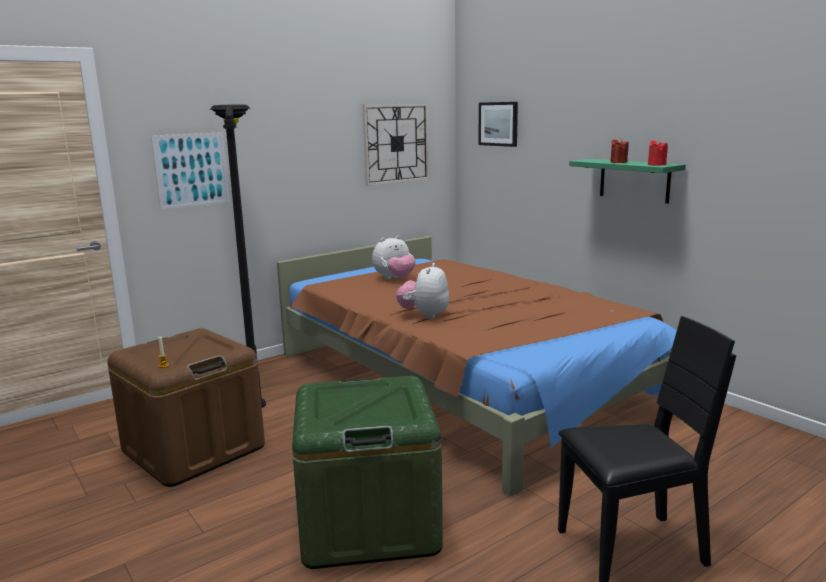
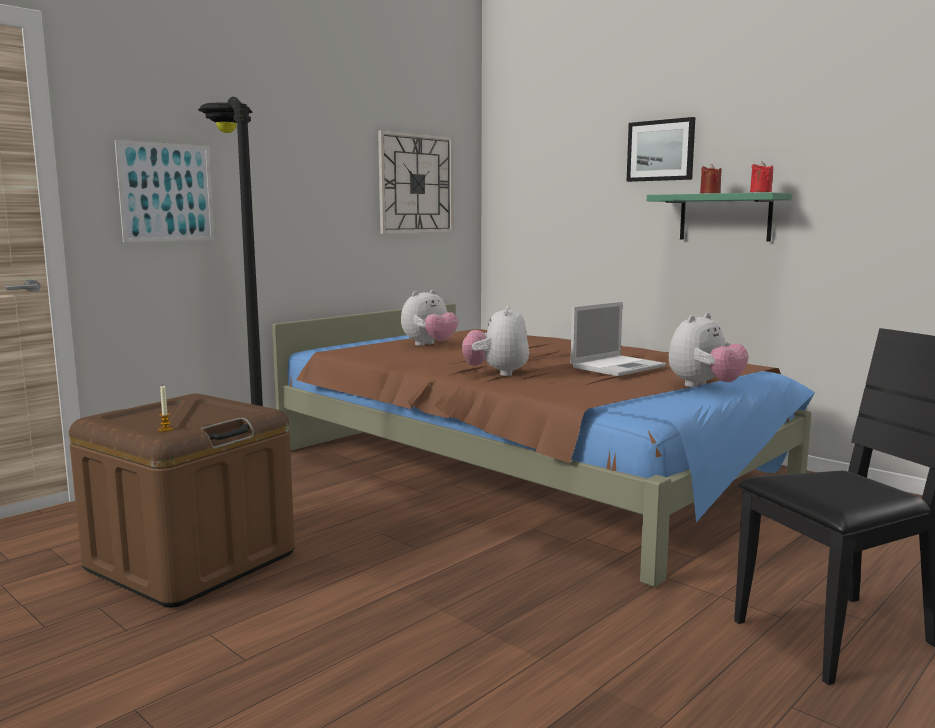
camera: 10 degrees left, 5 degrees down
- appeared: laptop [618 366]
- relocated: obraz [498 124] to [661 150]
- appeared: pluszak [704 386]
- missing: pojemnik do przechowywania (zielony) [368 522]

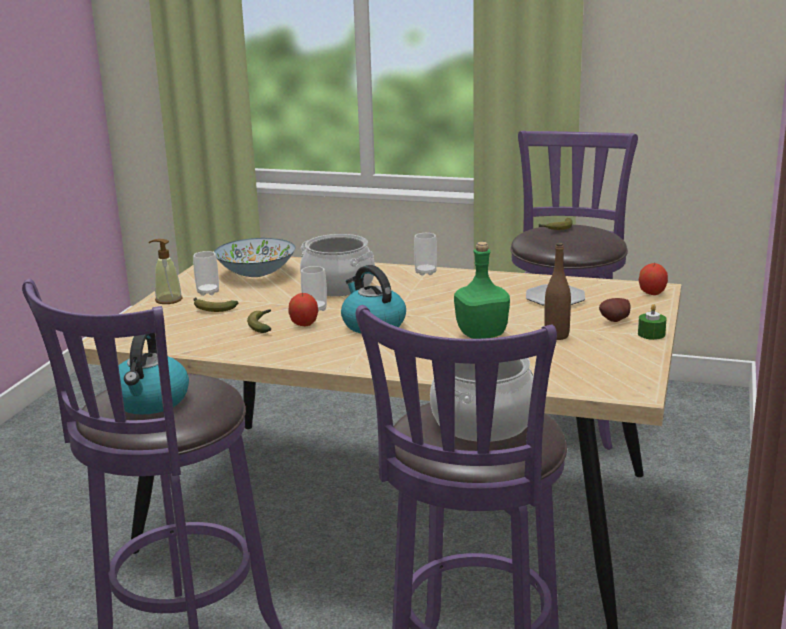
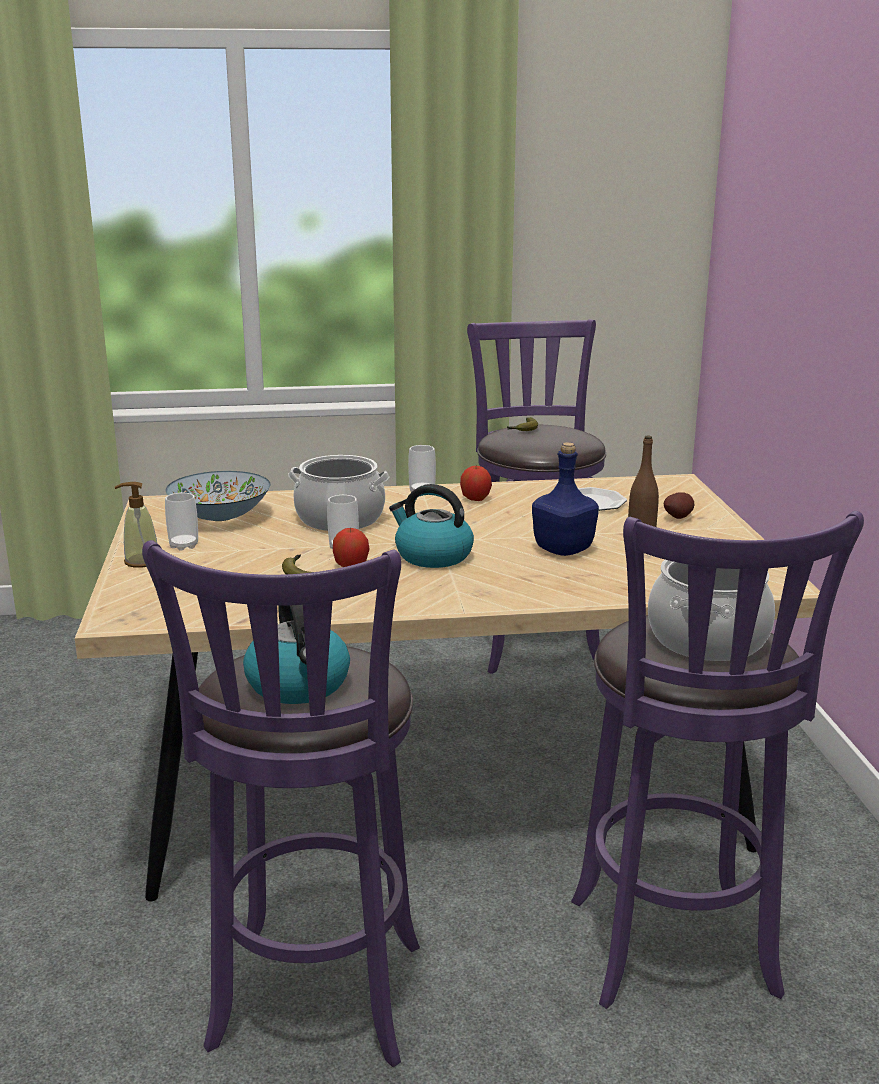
camera: 25 degrees left, 0 degrees up
- relocated: jabłko [652 293] to [475 499]
- colour: butelka (zielony) [480 334] to butelka (niebieski) [562 550]
- missing: banan [212 308]
- missing: świeca (zielony) [651 334]

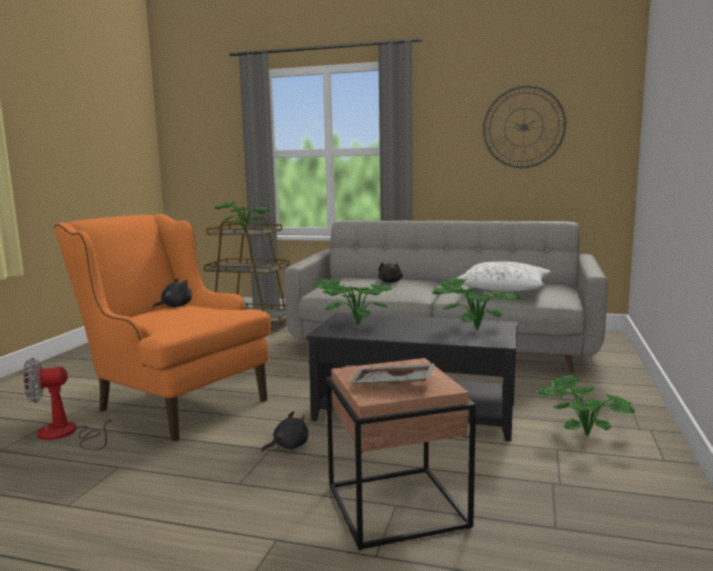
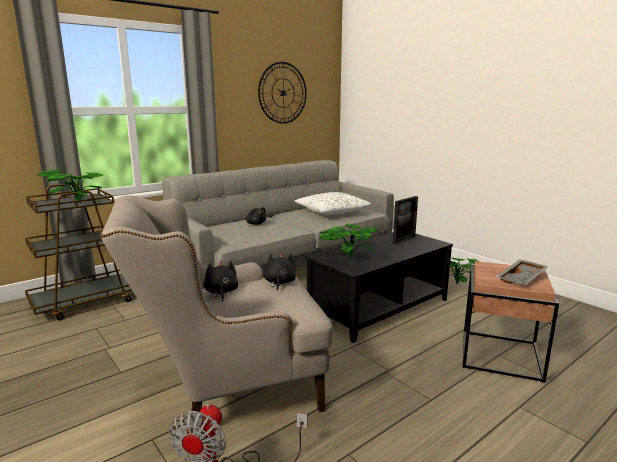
camera: 55 degrees left, 5 degrees up
- colour: fotel (pomarańczowy) [173 401] to fotel (beżowy) [228 390]
- relocated: pluszak (czarny) [288 446] to [279 283]
- exchanged: roślina doniczkowa [473 329] to ramka na zdjęcie [404 240]

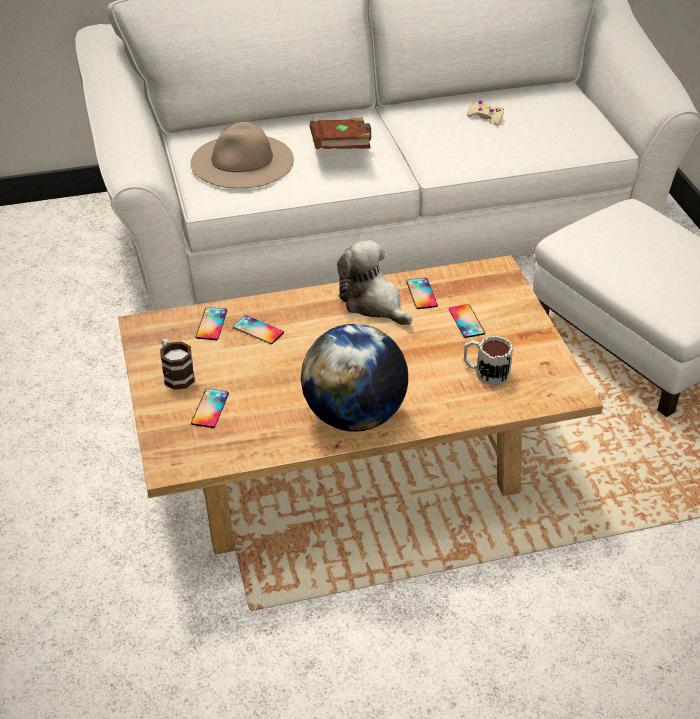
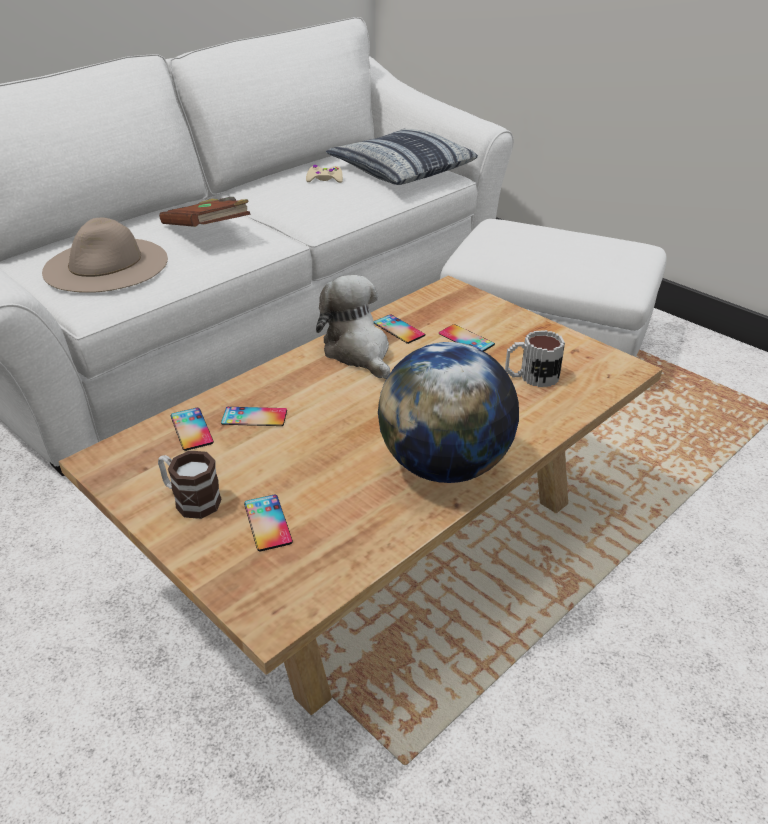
camera: 30 degrees left, 5 degrees down
- spun: pluszak [373 303] = [358 352] 45 degrees clockwise
- appeared: poduszka [401 170]

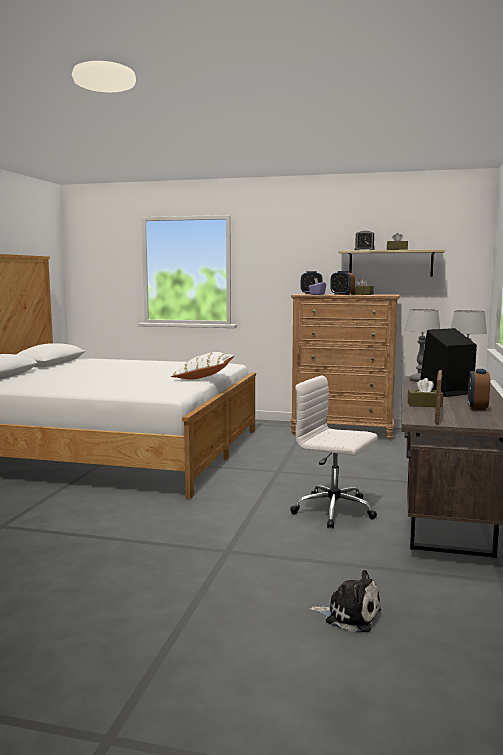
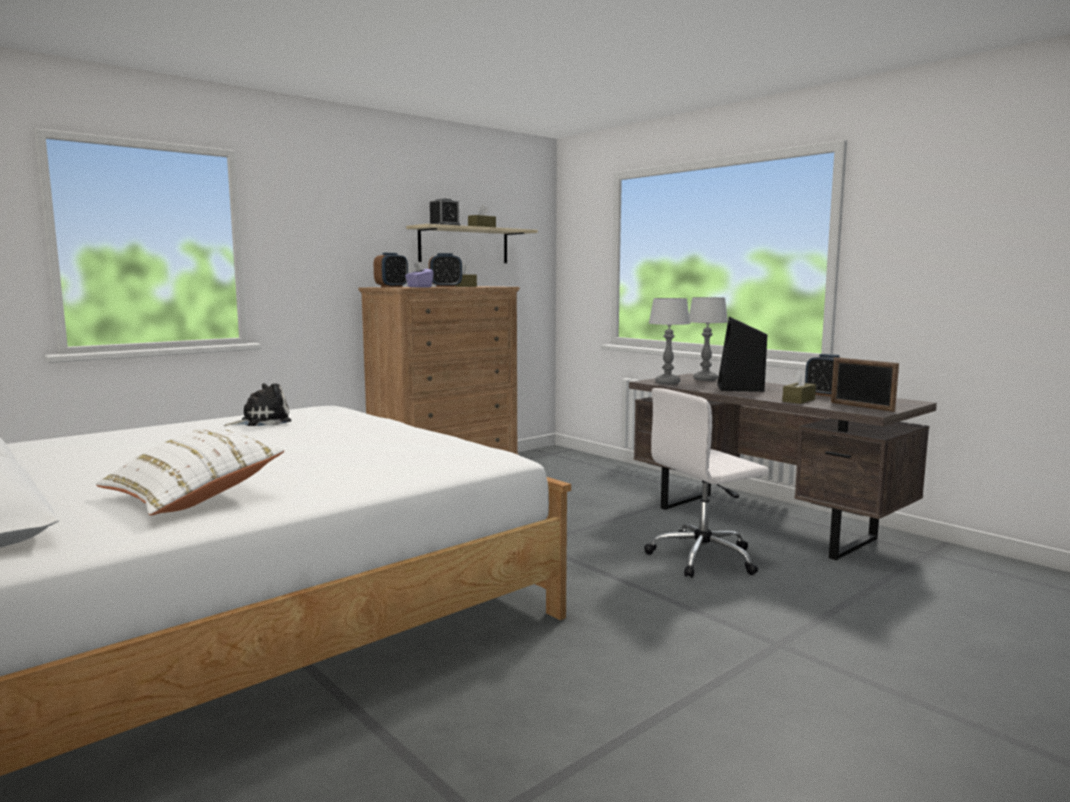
camera: 55 degrees left, 0 degrees up
- relocated: poduszka (biały) [203 377] to [193 496]
- relocated: pluszak [349 615] to [262 421]

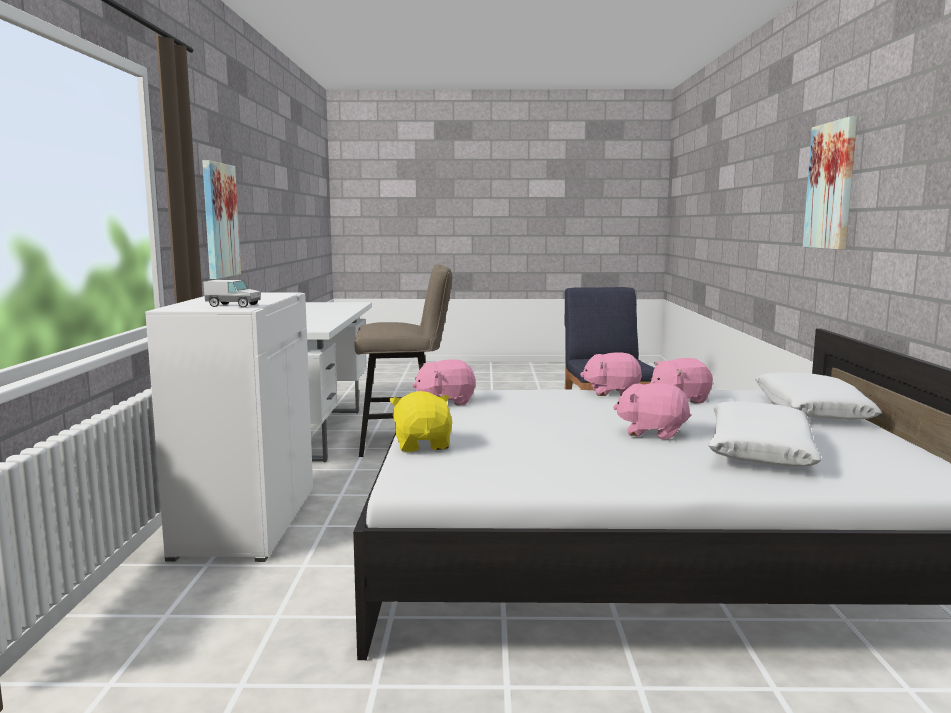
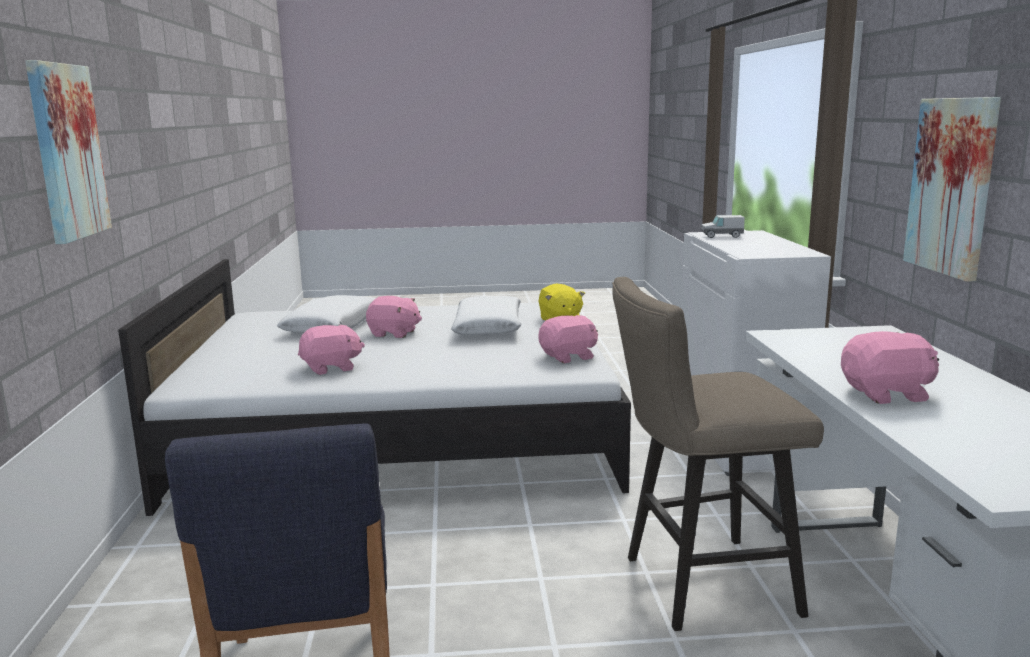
camera: 175 degrees right, 5 degrees up
- relocated: poduszka (biały) [810 410] to [488 327]
- relocated: pluszak (różowy) [612 392] to [887 394]

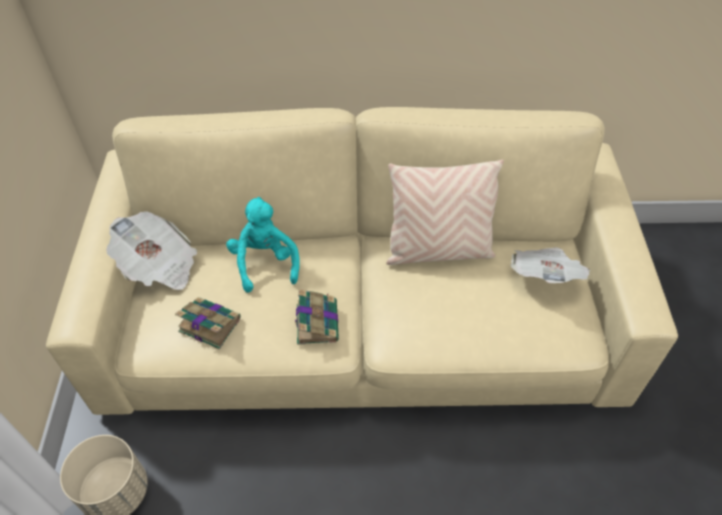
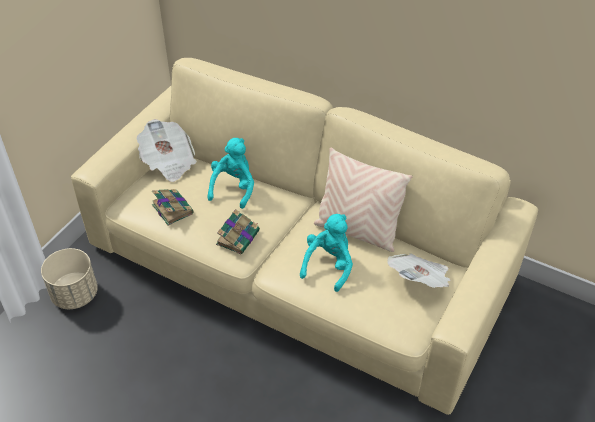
camera: 30 degrees right, 5 degrees down
- appeared: pluszak (turkusowy) [329 265]

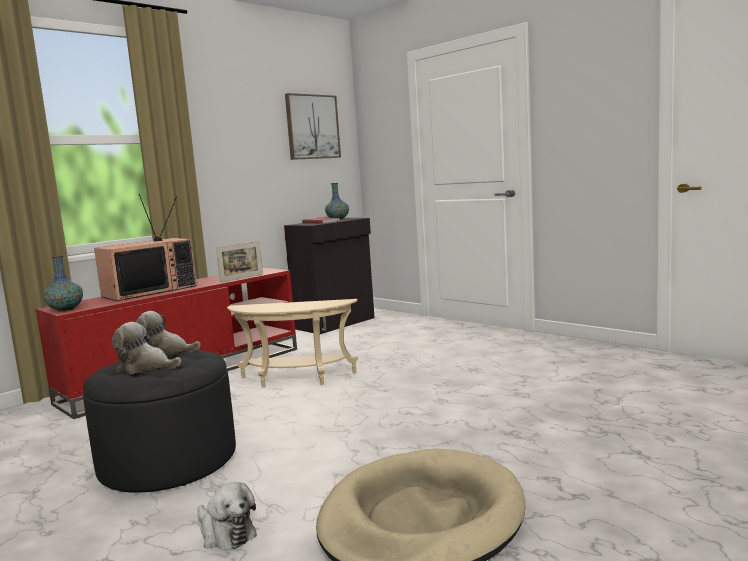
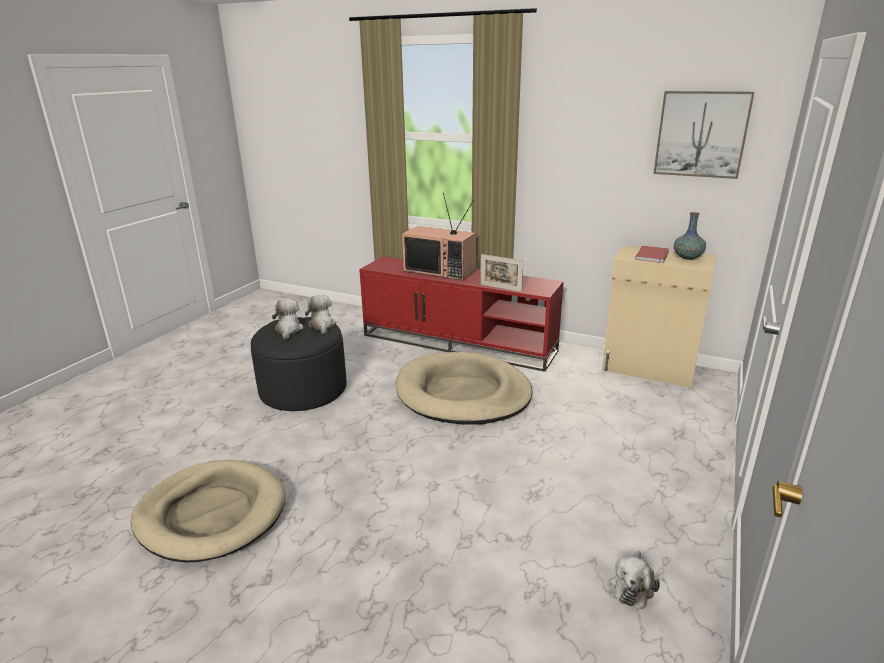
camera: 70 degrees right, 15 degrees up
- exchanged: stolik (beżowy) [296 379] to legowisko (beżowy) [463 393]
- colour: szafka (czarny) [336 323] to szafka (beżowy) [648 369]
- relocated: pluszak [225 533] to [632 586]
- missing: wazon [65 309]

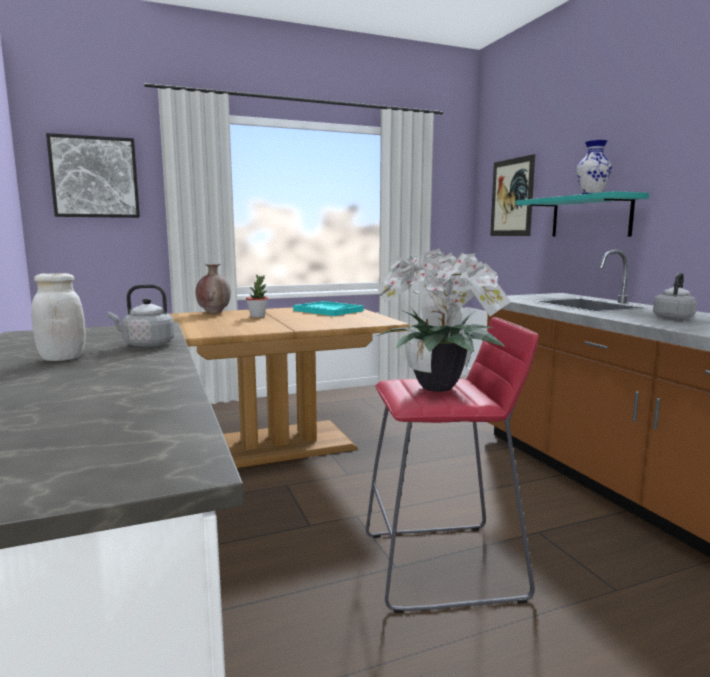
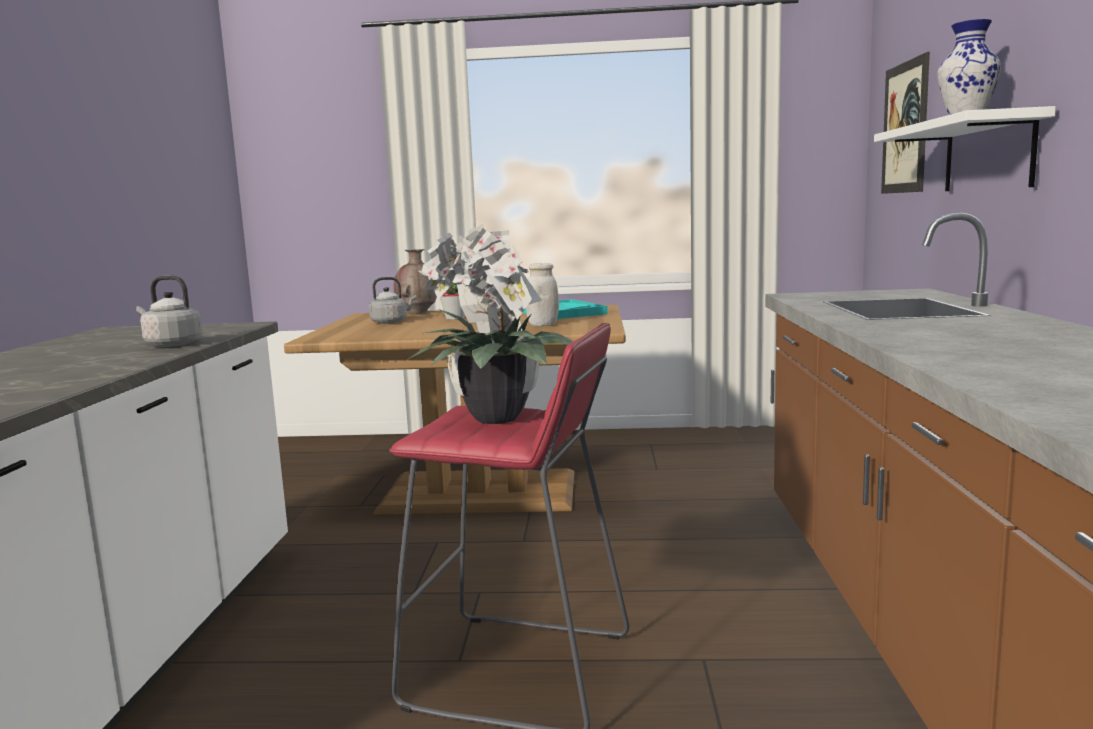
camera: 25 degrees right, 0 degrees up
- relocated: czajnik (szary) [673 318] to [391 322]
- relocated: słoik (biały) [62 358] to [543 325]
- colour: półka (turkusowy) [590 217] to półka (biały) [988 155]
- missing: obraz [95 177]

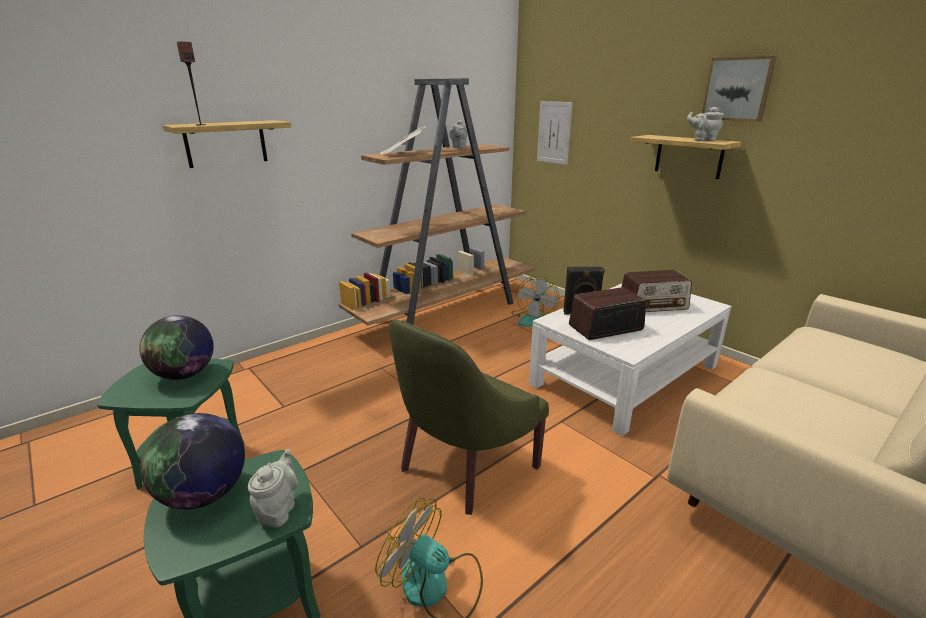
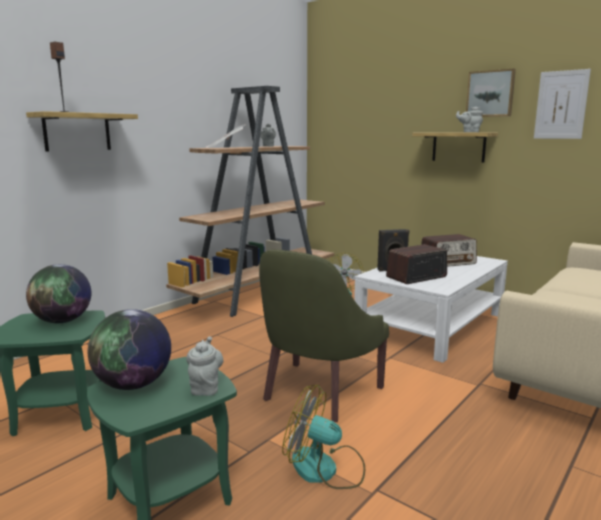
camera: 10 degrees left, 10 degrees down
- relocated: obraz [554 132] to [561 105]

